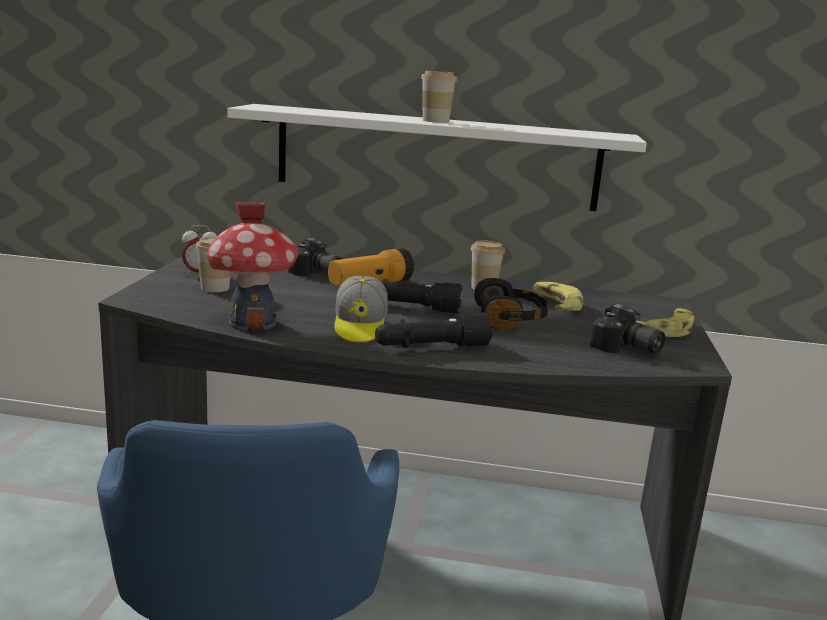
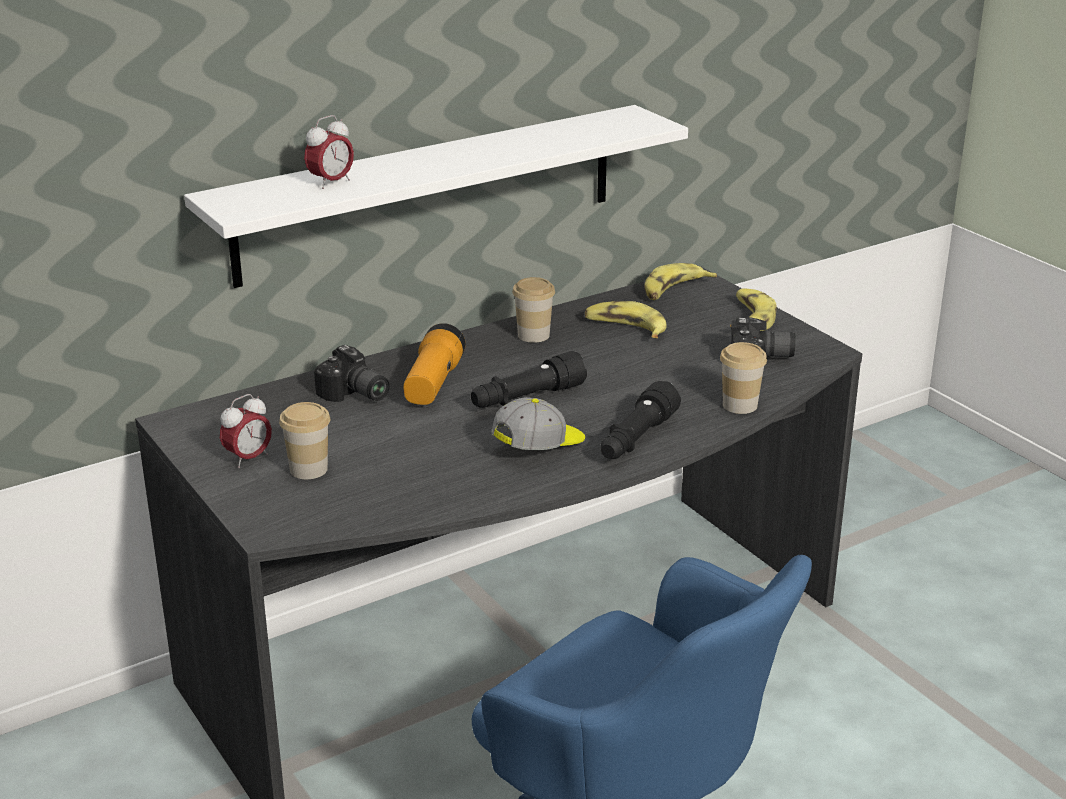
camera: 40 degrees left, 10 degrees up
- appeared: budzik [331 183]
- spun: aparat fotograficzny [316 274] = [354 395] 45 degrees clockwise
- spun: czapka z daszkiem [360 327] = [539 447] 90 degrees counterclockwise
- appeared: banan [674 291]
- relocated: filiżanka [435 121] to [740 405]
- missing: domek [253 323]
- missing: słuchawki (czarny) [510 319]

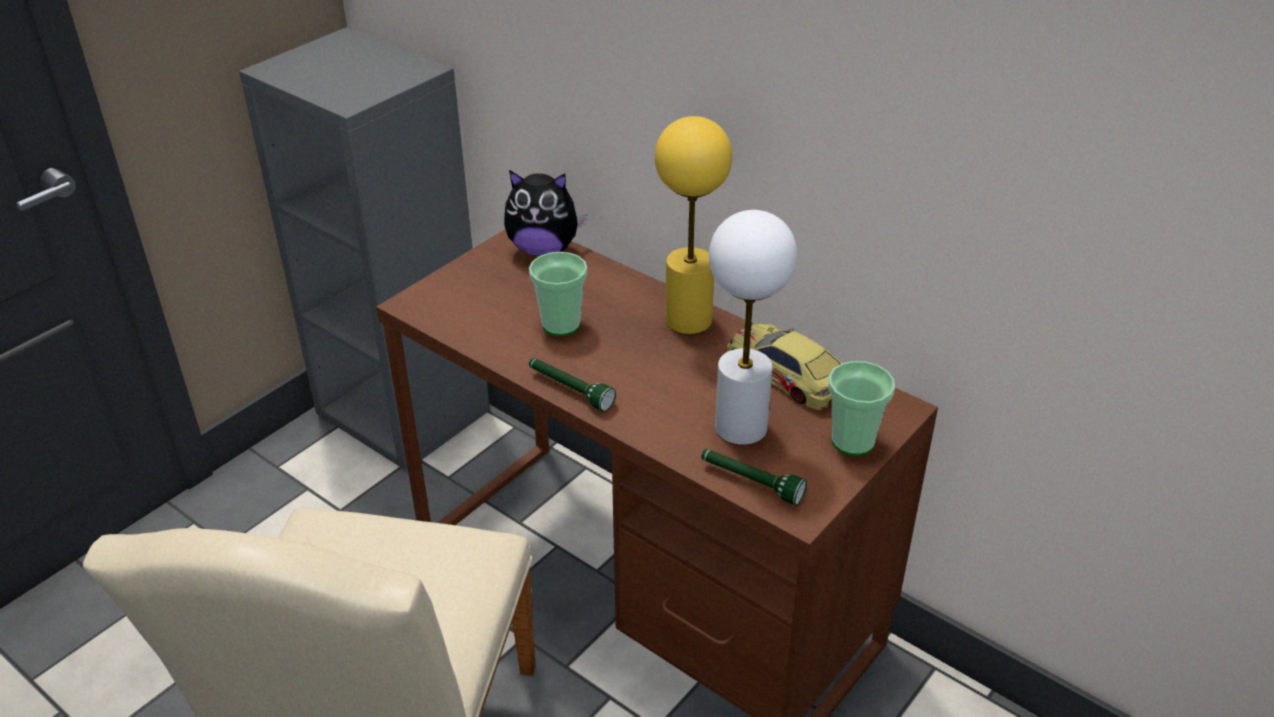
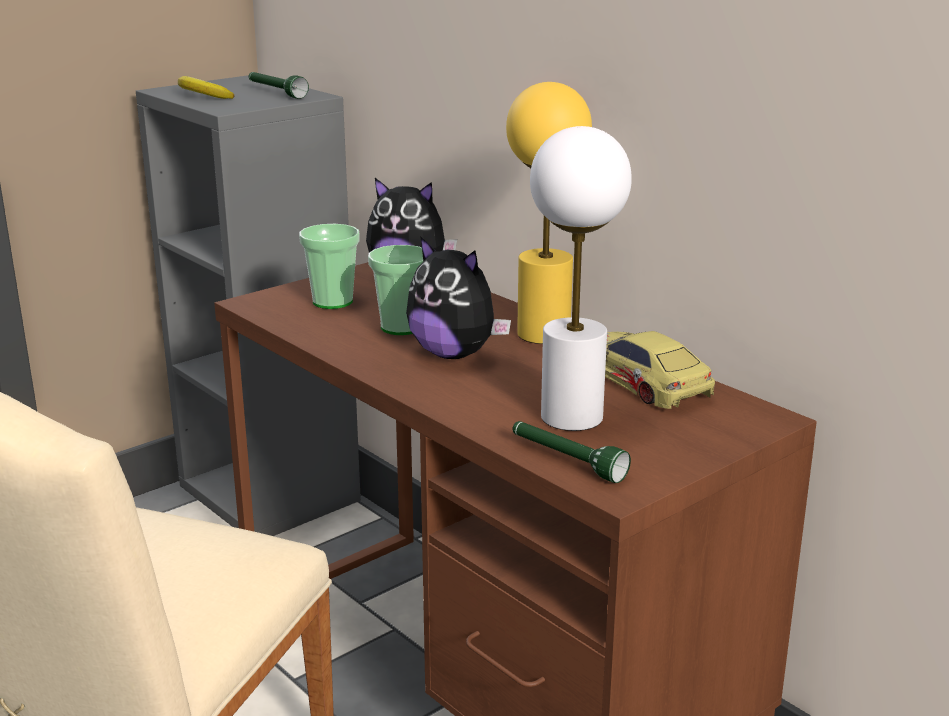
camera: 10 degrees right, 15 degrees down
- appeared: banan [202 96]
- relocated: latarka (zielony) [569 390] to [276 92]
- relocated: filiżanka [853 441] to [332 302]
- appeared: pluszak [454 354]

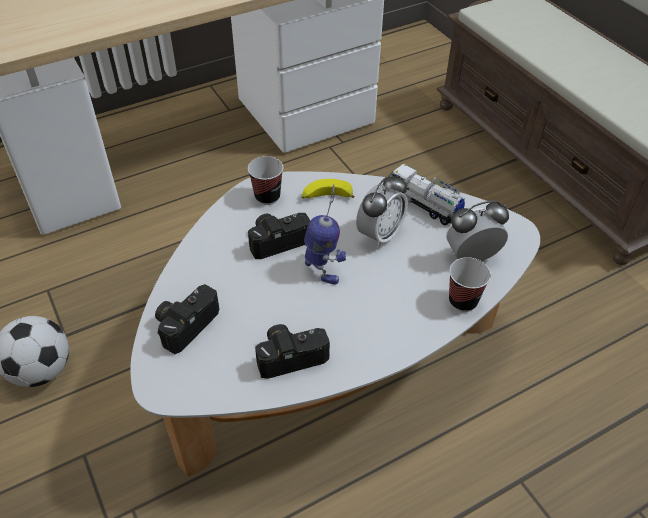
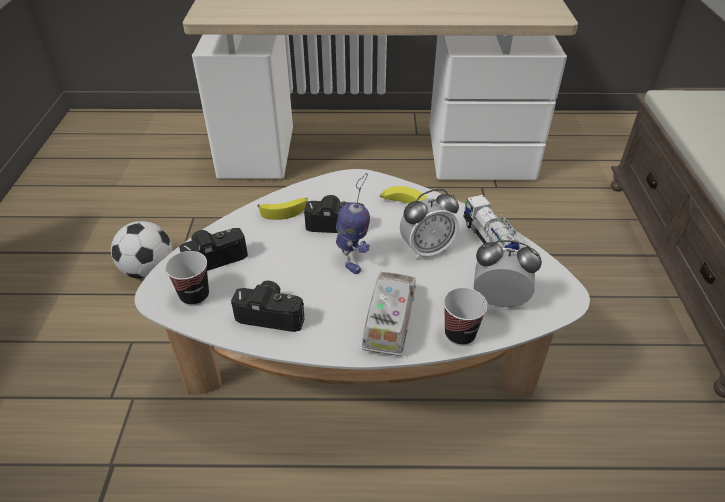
camera: 30 degrees right, 5 degrees down
- relocated: filiżanka [267 197] to [194 296]
- appeared: banan [285 211]
- appeared: ciężarówka zabawkowa [389 320]

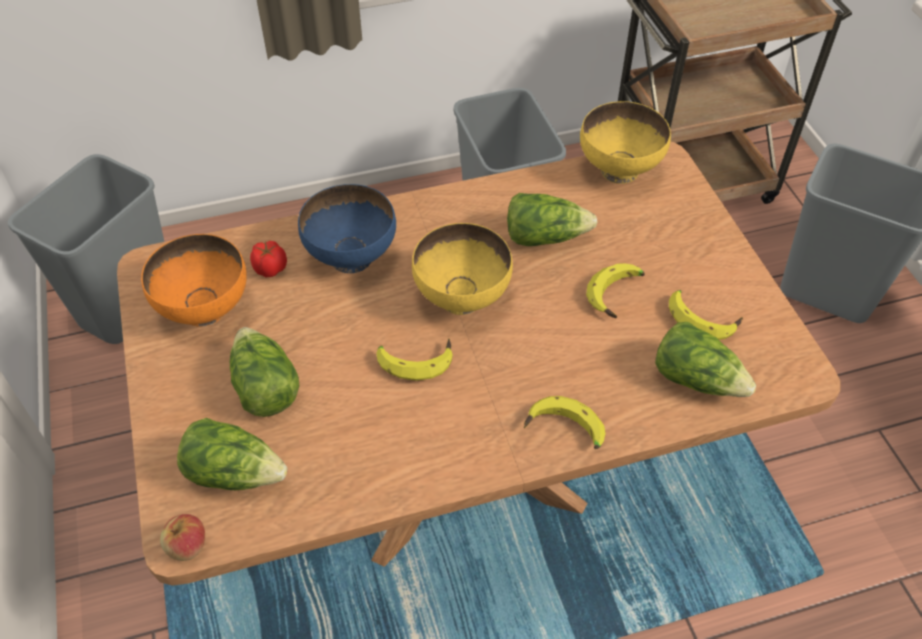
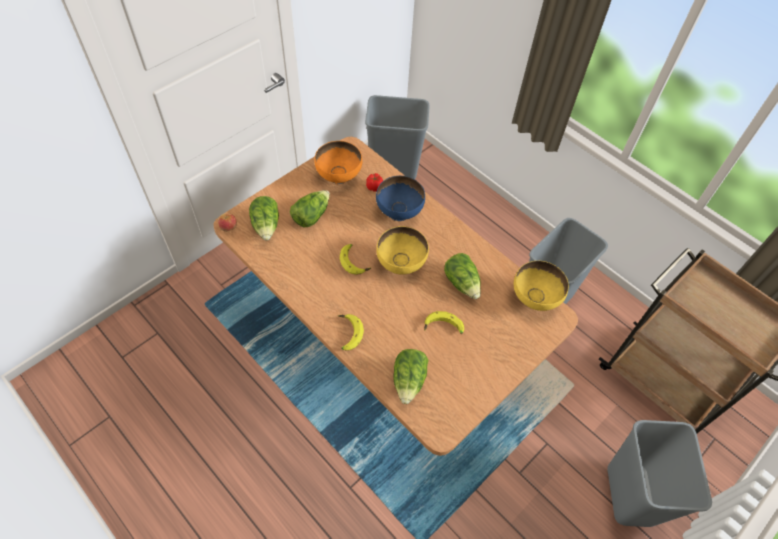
camera: 60 degrees right, 5 degrees up
- missing: banan [702 318]

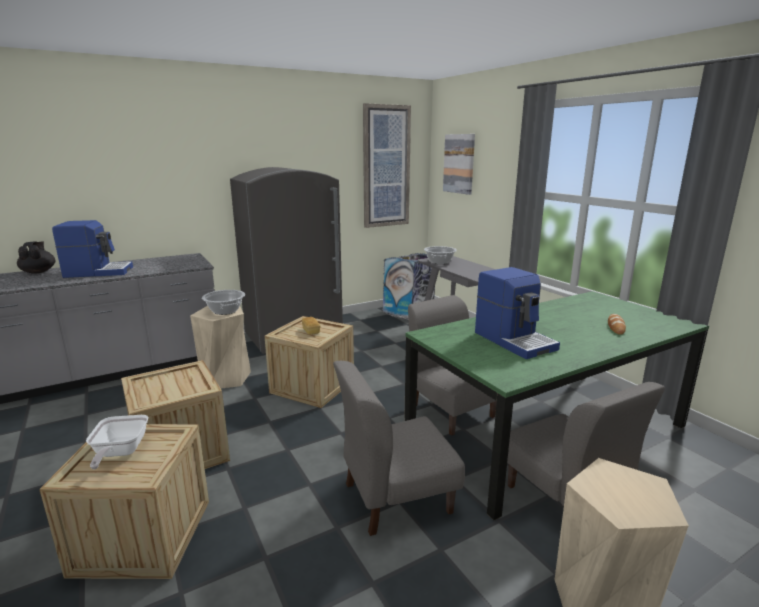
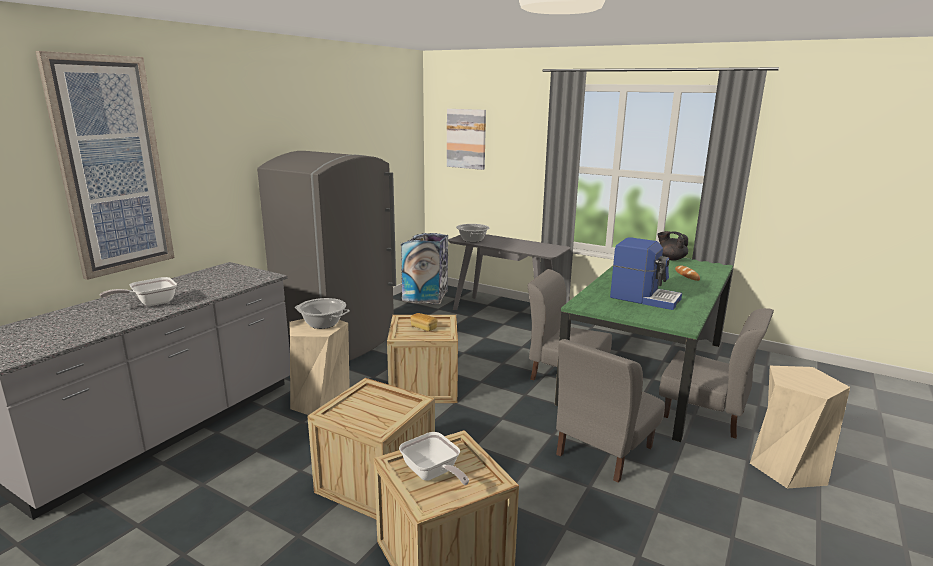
camera: 30 degrees left, 0 degrees up
- relocated: obraz [386 167] to [111 167]
- exchanged: ekspres do kawy [98 272] to patelnia [150 303]
- relocated: imbryk (czarny) [39 272] to [671 258]

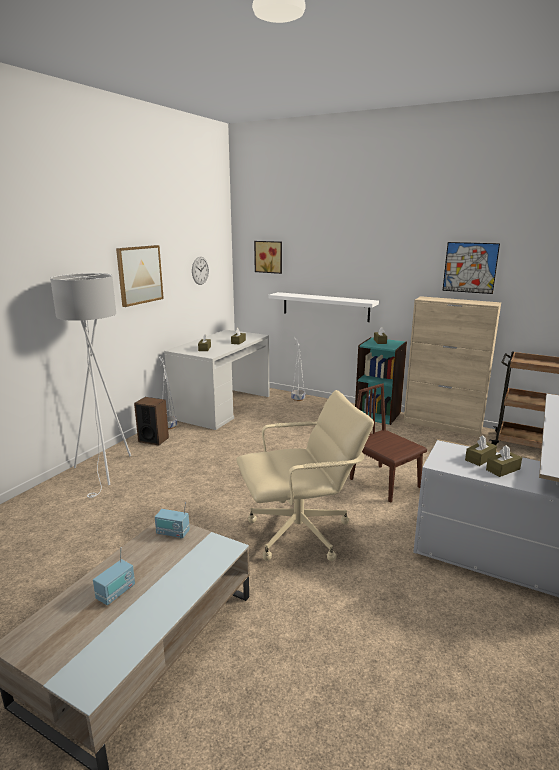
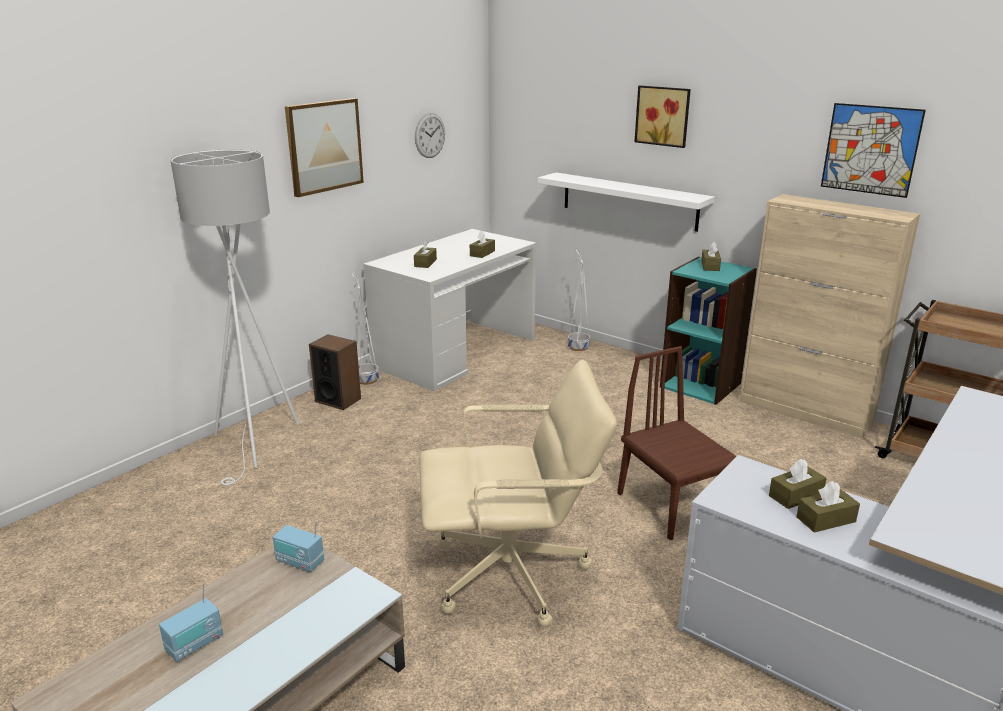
camera: 10 degrees right, 5 degrees up
- relocated: obraz [269 257] to [663 116]

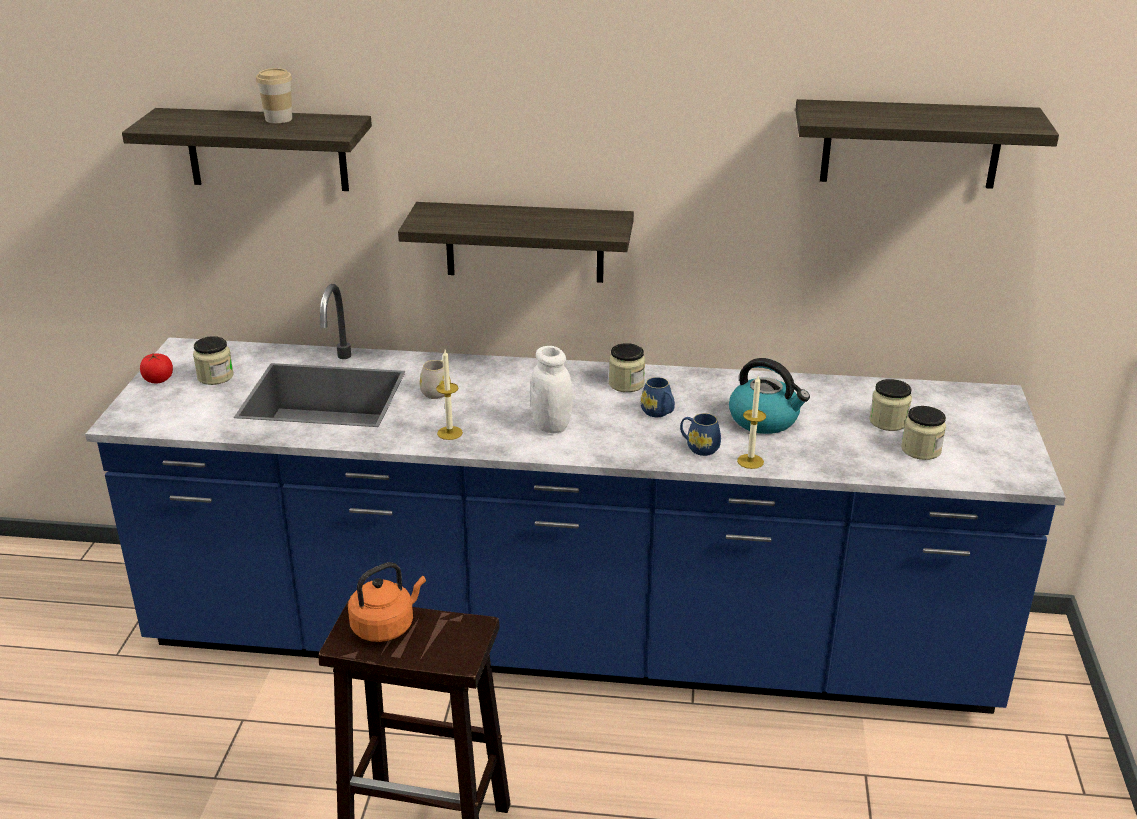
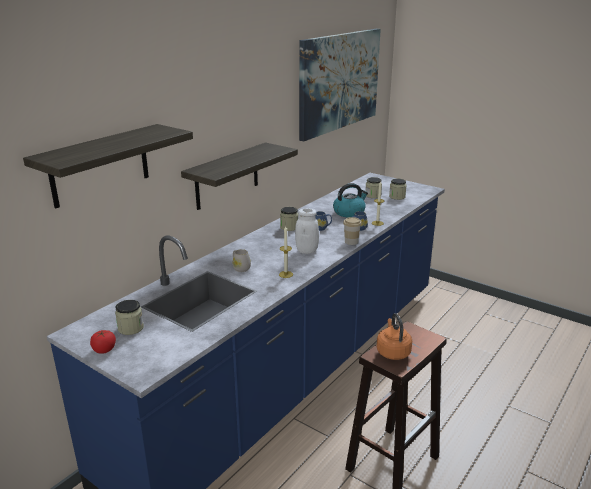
camera: 60 degrees left, 5 degrees down
- exchanged: półka [911 144] to obraz [339 81]
- relocated: filiżanka [278 119] to [351 242]

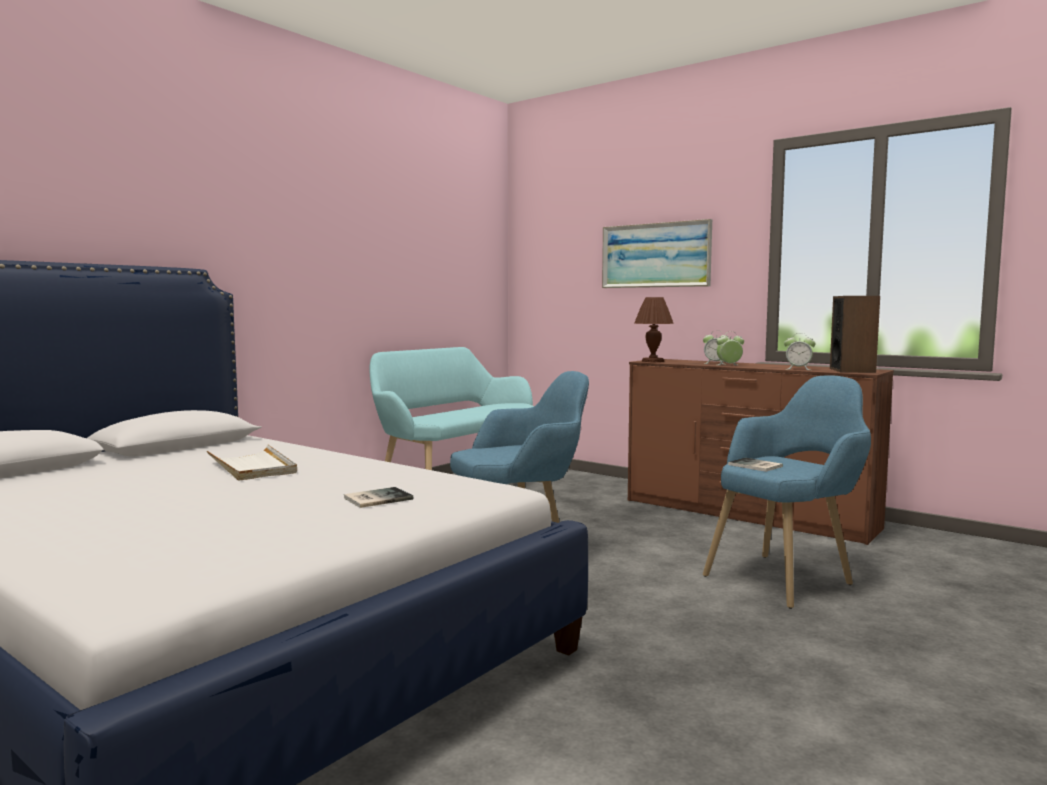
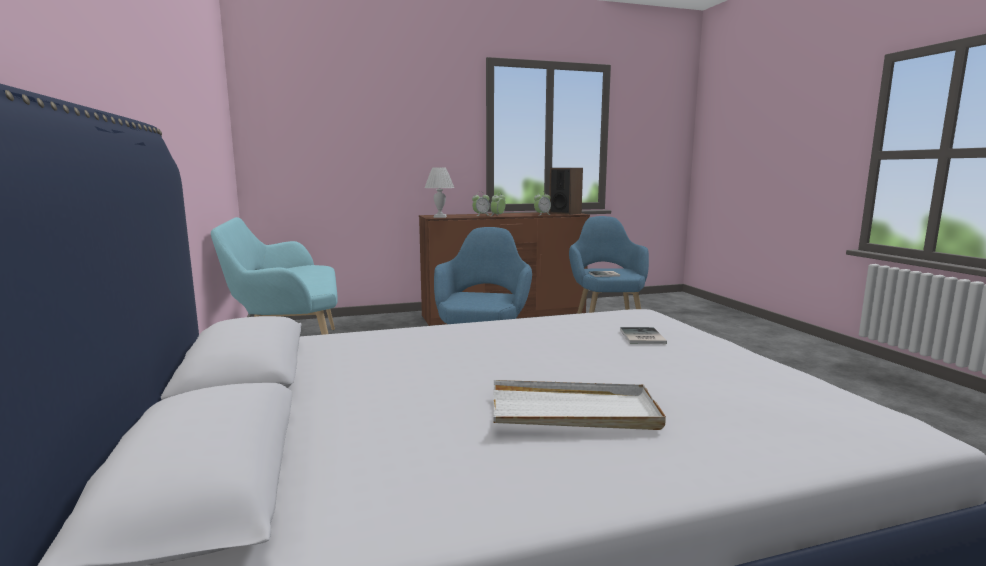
camera: 55 degrees left, 5 degrees up
- colour: lampa stołowa (brązowy) [652 361] to lampa stołowa (biały) [440 217]
- relocated: taca (biały) [252 467] to [573 412]
- missing: obraz [655 255]

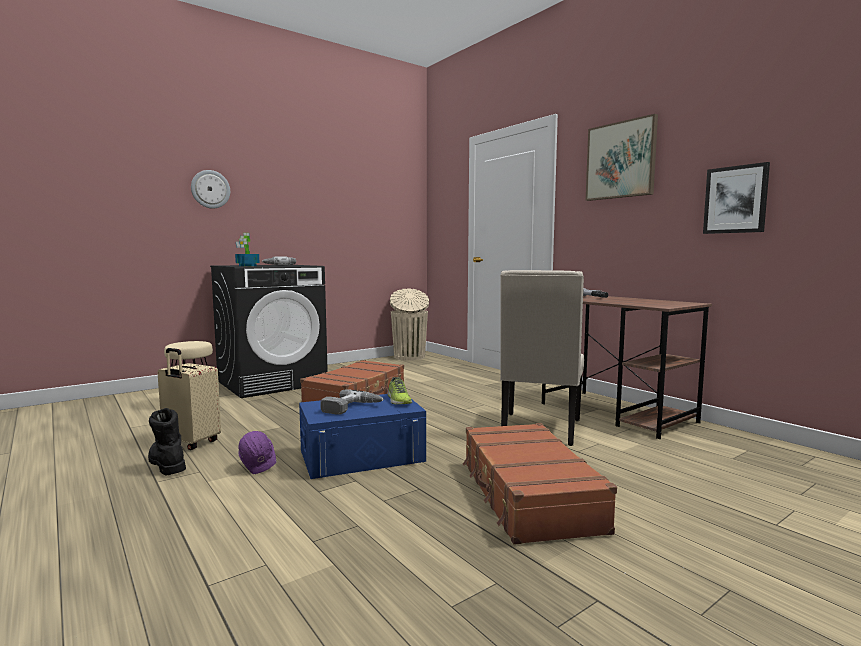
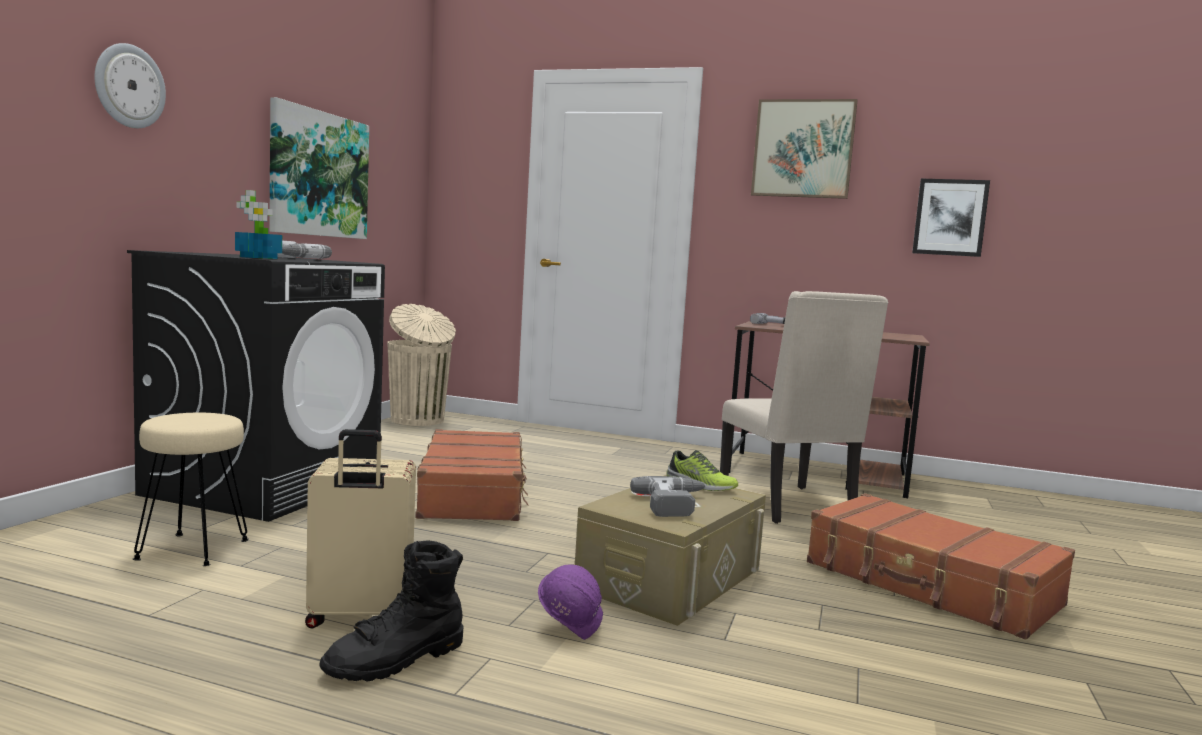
camera: 35 degrees left, 0 degrees up
- appeared: obraz [318 174]
- spun: but z cholewką (czarny) [166 463] = [397 660] 60 degrees counterclockwise
- colour: pojemnik do przechowywania (niebieski) [362 456] to pojemnik do przechowywania (beżowy) [670 578]

